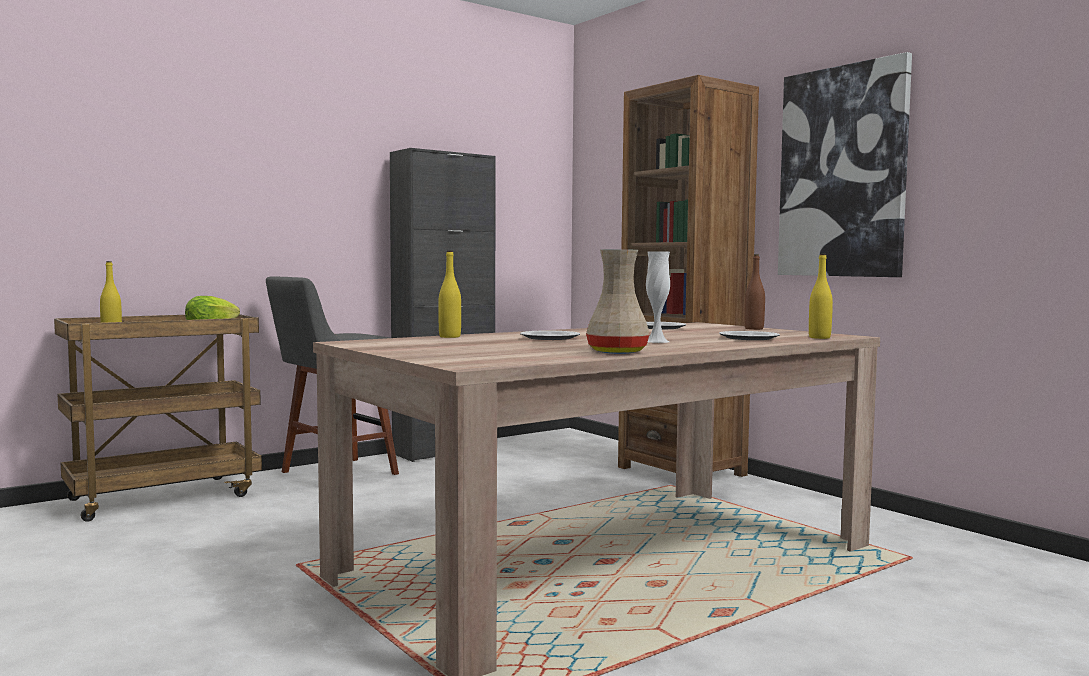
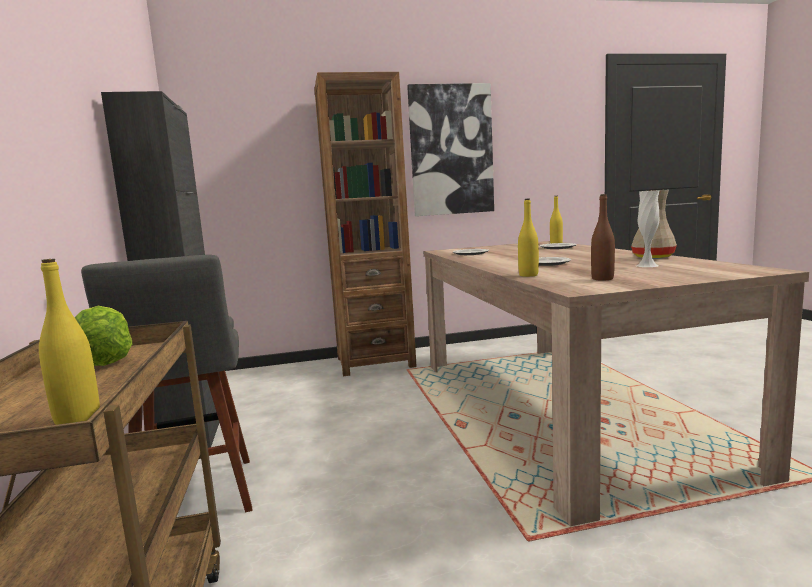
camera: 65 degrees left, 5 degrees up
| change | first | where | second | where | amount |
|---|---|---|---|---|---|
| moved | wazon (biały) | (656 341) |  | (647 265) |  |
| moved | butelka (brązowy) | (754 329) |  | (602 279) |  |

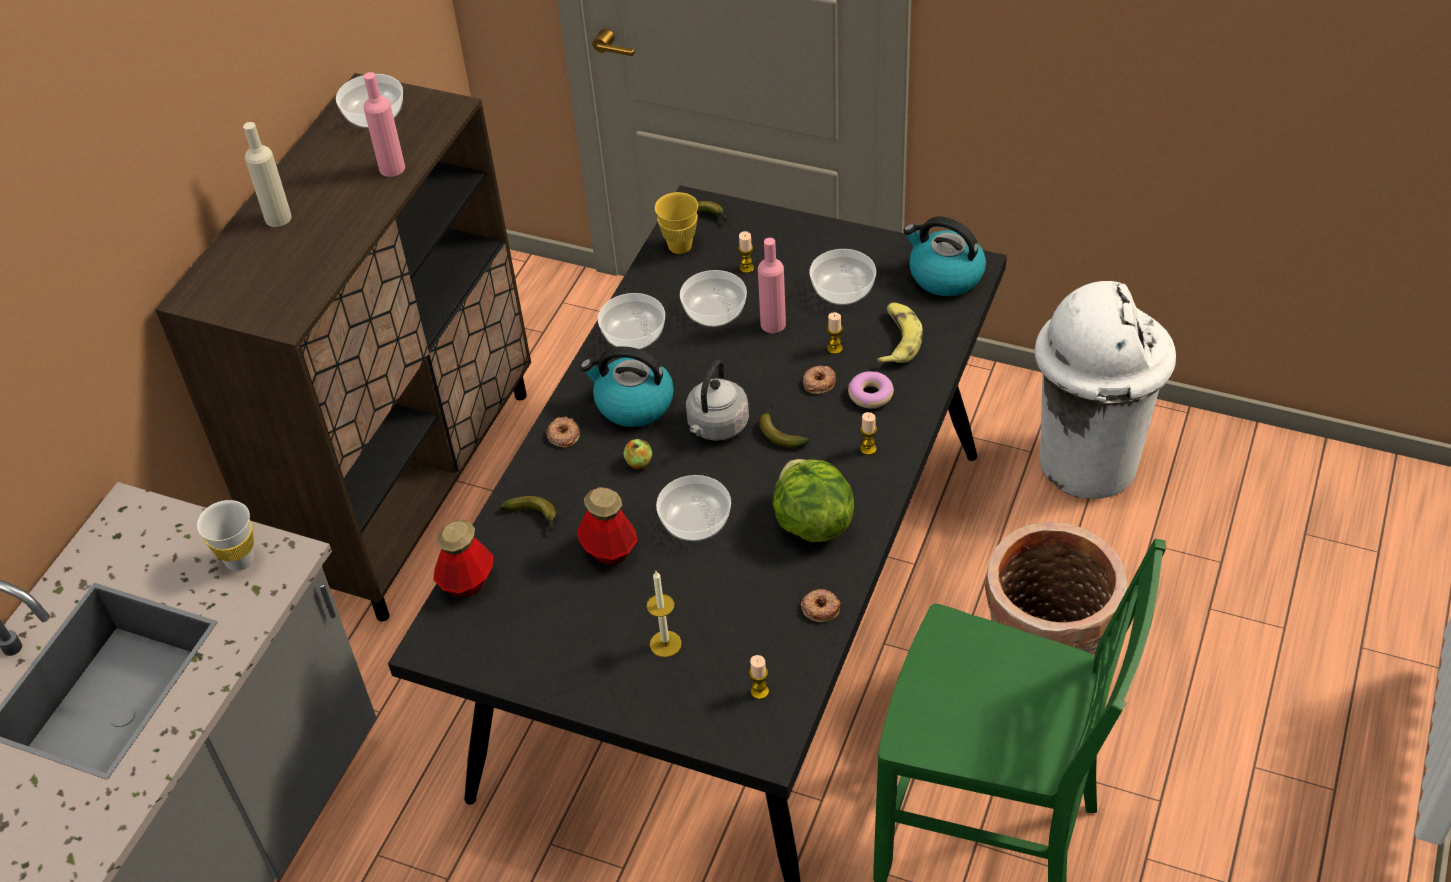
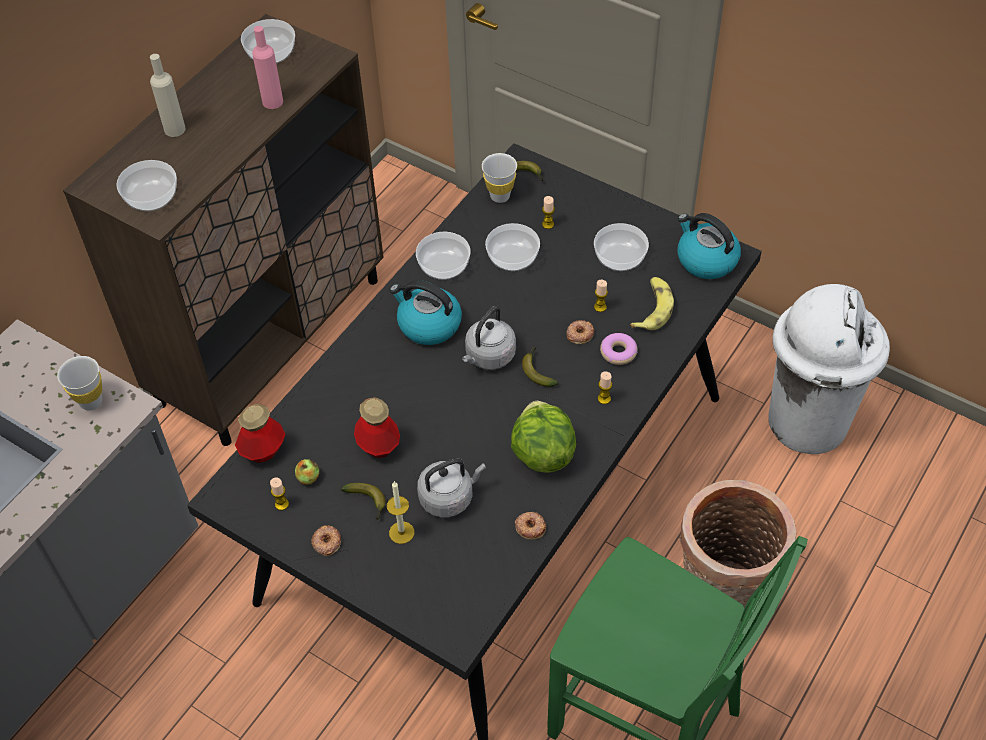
camera: 10 degrees right, 5 degrees up
| change | first | where | second | where | amount |
|---|---|---|---|---|---|
| moved | banan | (534 517) |  | (367 502) |  |
| moved | donut | (563 435) |  | (326 542) |  |
| moved | jabłko | (639 462) |  | (308 478) |  |
| recoloured | filiżanka (żółty) | (680 246) | filiżanka (biały) | (500 196) |  |
| moved | miska | (696 522) |  | (152 198) |  |
| moved | świeca | (759 691) |  | (282 504) |  |
| removed | butelka (różowy) | (773 324) |  |  |  |
| added |  |  | czajnik (szary) | (449 497) |  |

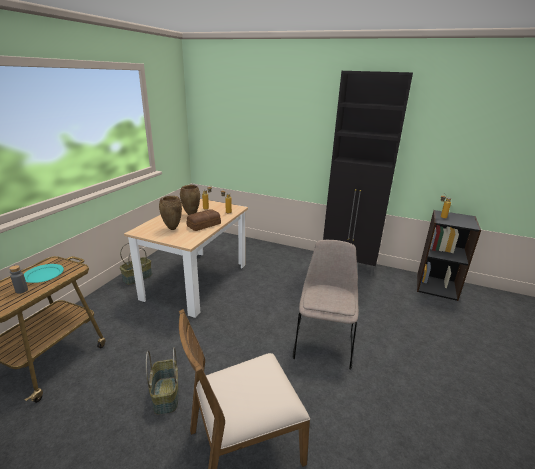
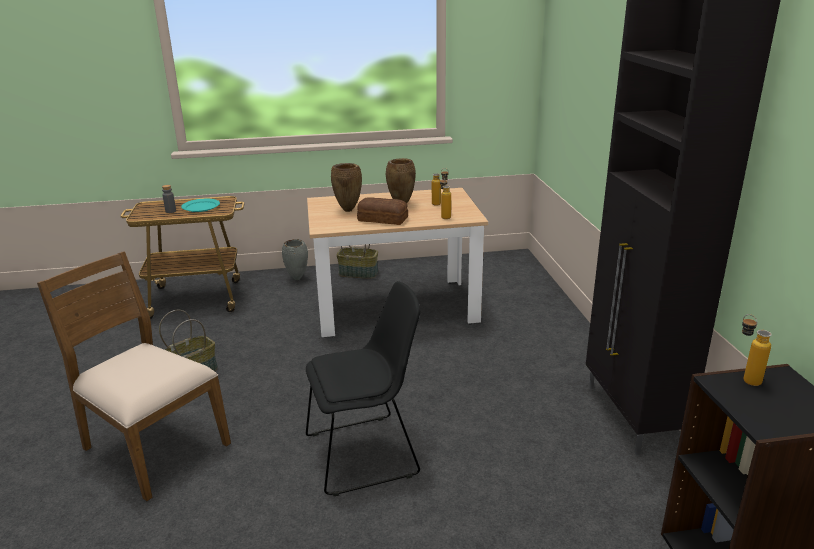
camera: 60 degrees right, 0 degrees up
| change | first | where | second | where | amount |
|---|---|---|---|---|---|
| recoloured | krzesło (beżowy) | (323 343) | krzesło (czarny) | (366 453) |  |
| added |  |  | wazon (szary) | (297 279) |  |

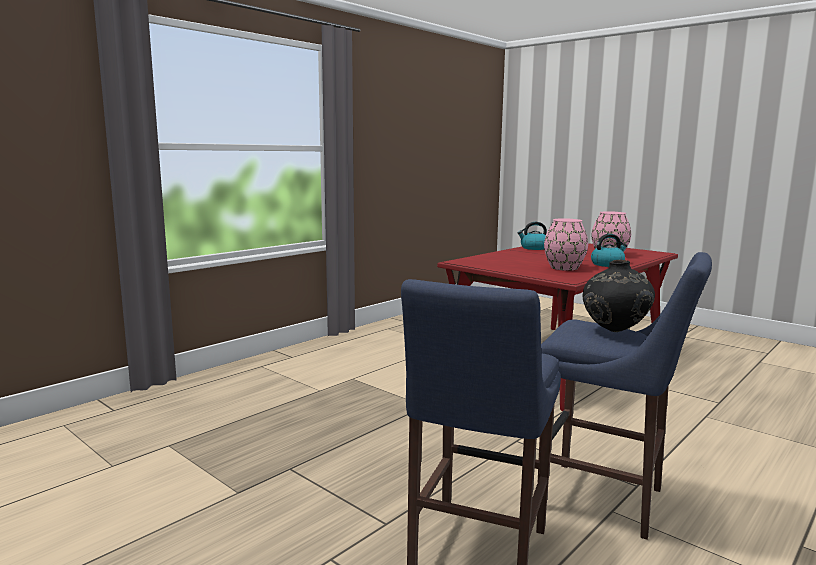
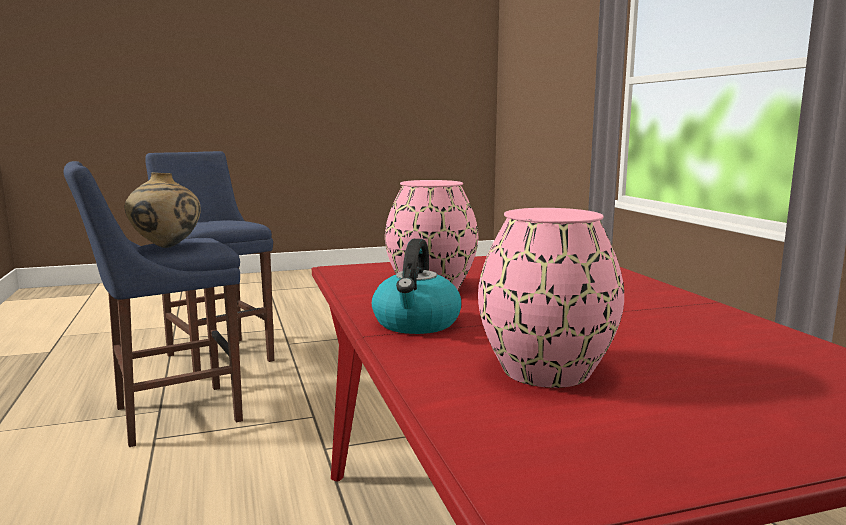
camera: 120 degrees right, 0 degrees up
| change | first | where | second | where | amount |
|---|---|---|---|---|---|
| removed | czajnik | (533 248) |  |  |  |
| recoloured | wazon (czarny) | (615 332) | wazon (beżowy) | (166 247) |  |

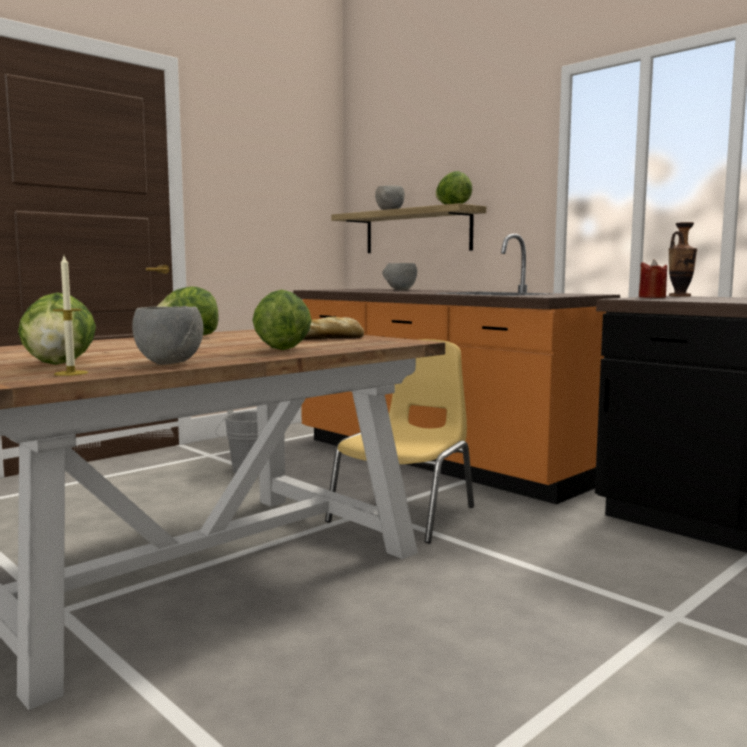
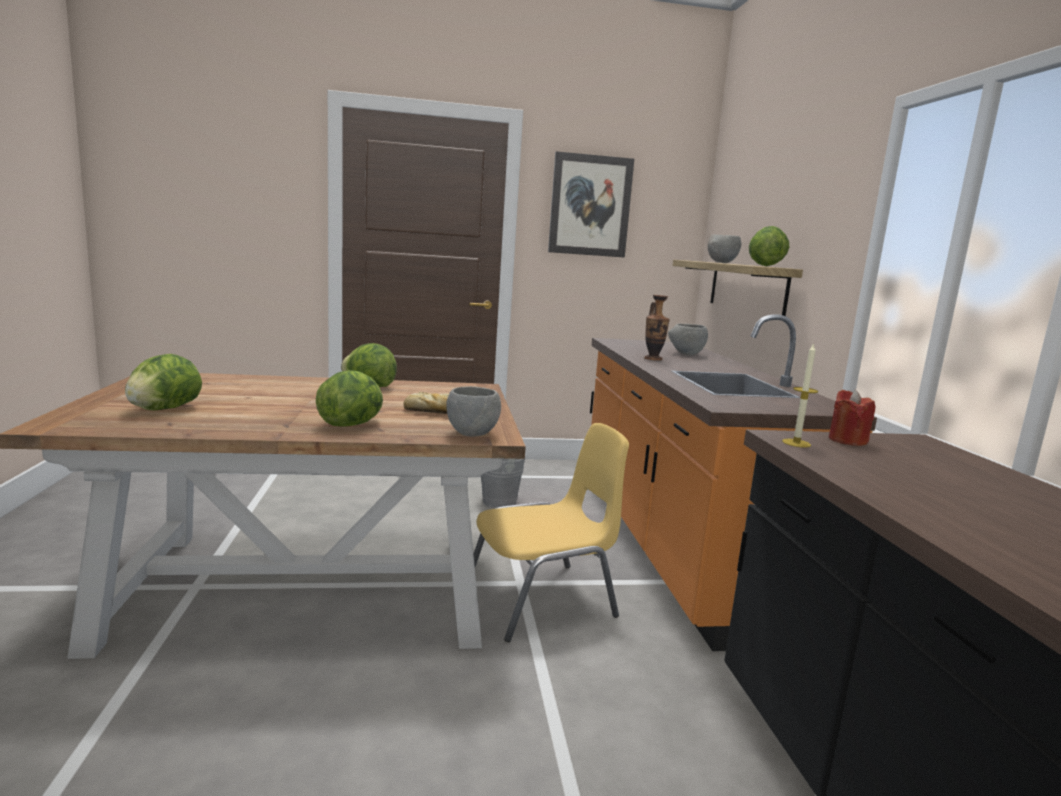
camera: 35 degrees right, 5 degrees up
| change | first | where | second | where | amount |
|---|---|---|---|---|---|
| moved | świeca | (71 373) |  | (796 443) |  |
| moved | miska (szary) | (170 363) |  | (473 434) |  |
| moved | wazon | (679 296) |  | (653 359) |  |
| added |  |  | obraz | (590 206) |  |

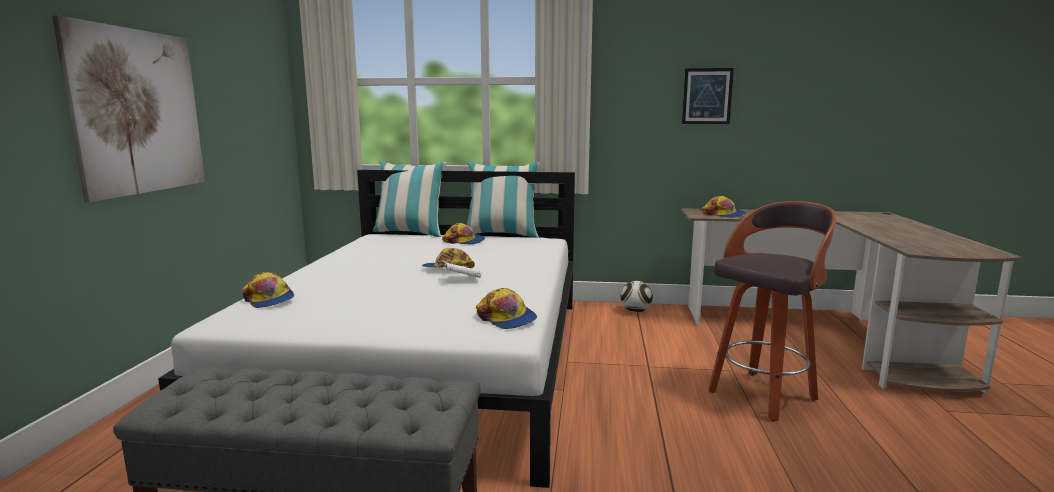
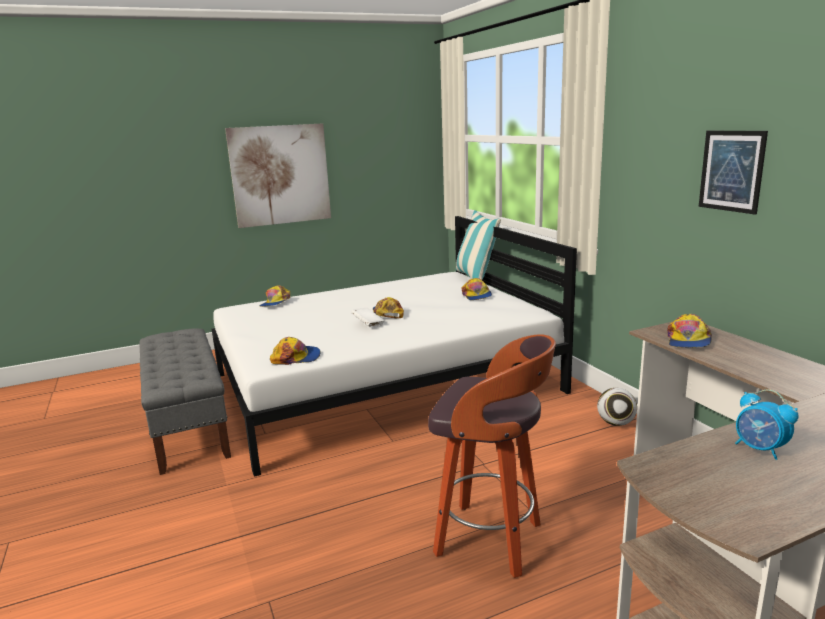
camera: 60 degrees right, 5 degrees up
| change | first | where | second | where | amount |
|---|---|---|---|---|---|
| removed | poduszka | (502 234) |  |  |  |
| turned | czapka z daszkiem | (506 318) |  | (296 357) | 120 degrees counterclockwise |
| added |  |  | budzik | (760 449) |  |

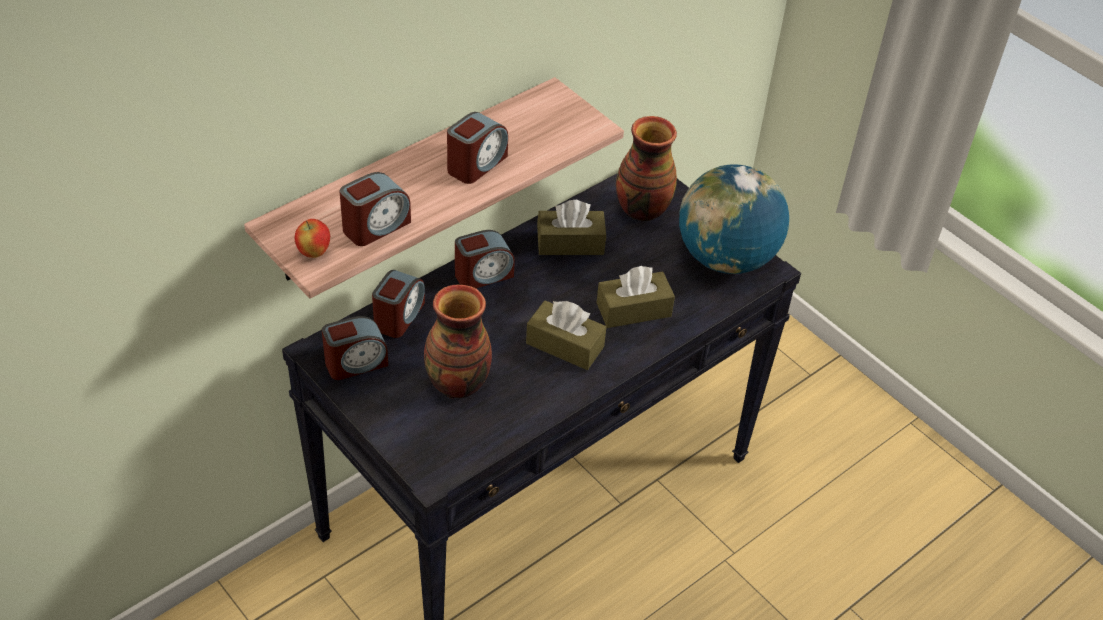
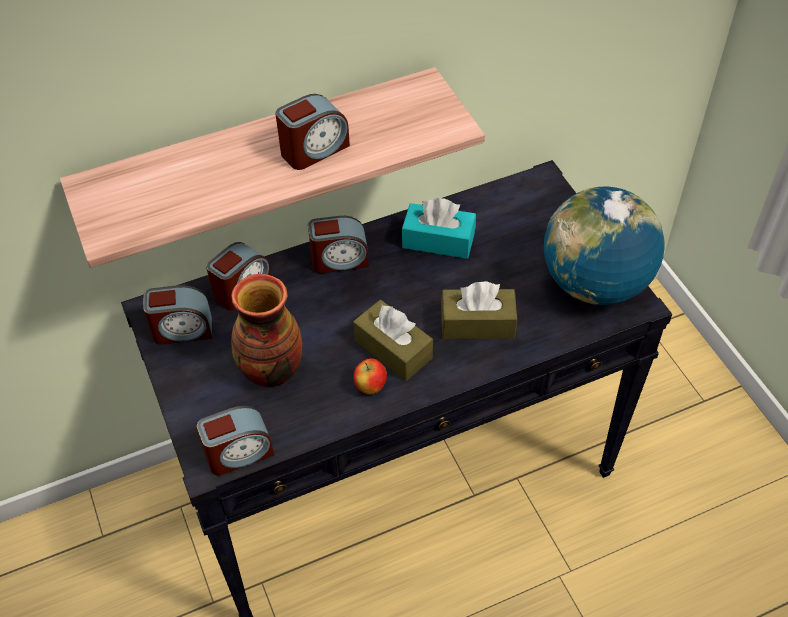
camera: 20 degrees right, 5 degrees up
| change | first | where | second | where | amount |
|---|---|---|---|---|---|
| moved | jabłko | (314 252) |  | (370 387) |  |
| moved | budzik | (375 226) |  | (239 453) |  |
| recoloured | pudełko chusteczek (brązowy) | (570 243) | pudełko chusteczek (turkusowy) | (438 240) |  |
| removed | wazon | (641 209) |  |  |  |

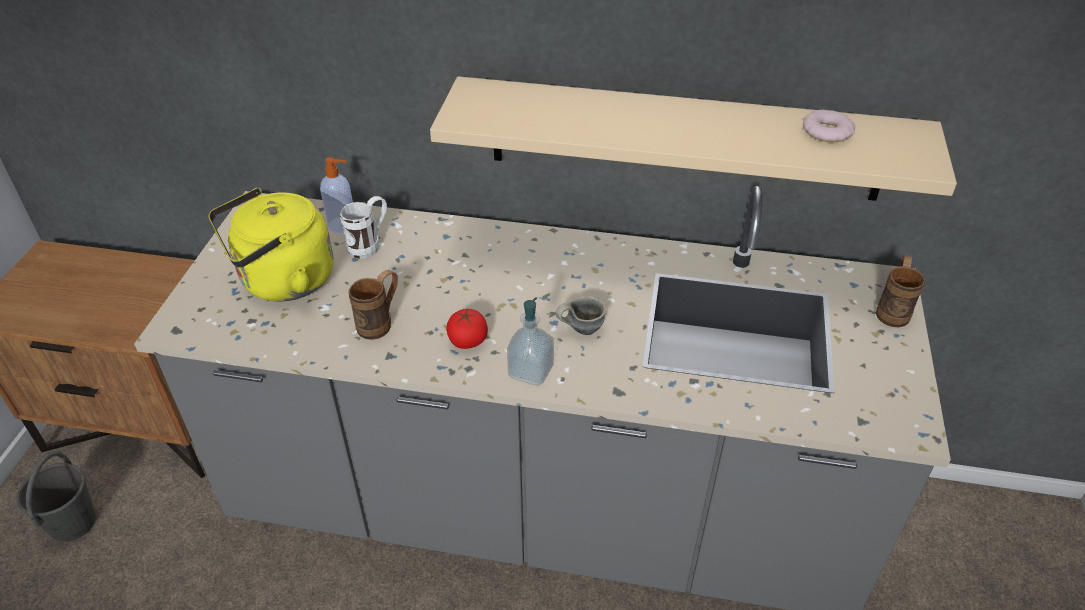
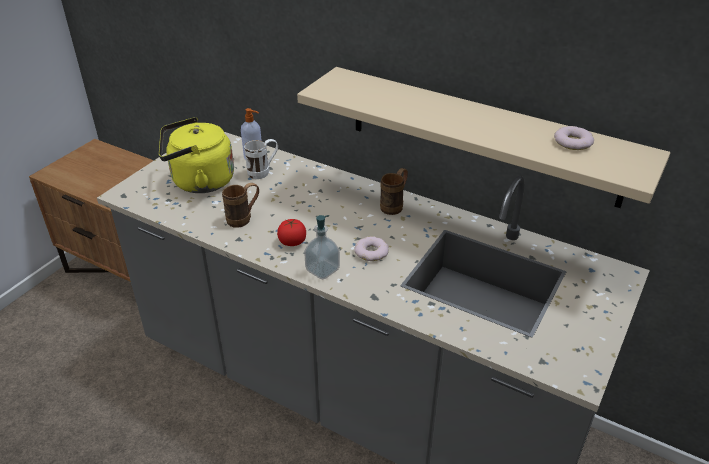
camera: 20 degrees right, 5 degrees down
| change | first | where | second | where | amount |
|---|---|---|---|---|---|
| removed | wiadro (szary) | (73 522) |  |  |  |
| replaced | kubek (szary) | (581 328) | donut | (371 252) |  |
| moved | kubek (brązowy) | (893 310) |  | (395 205) |  |

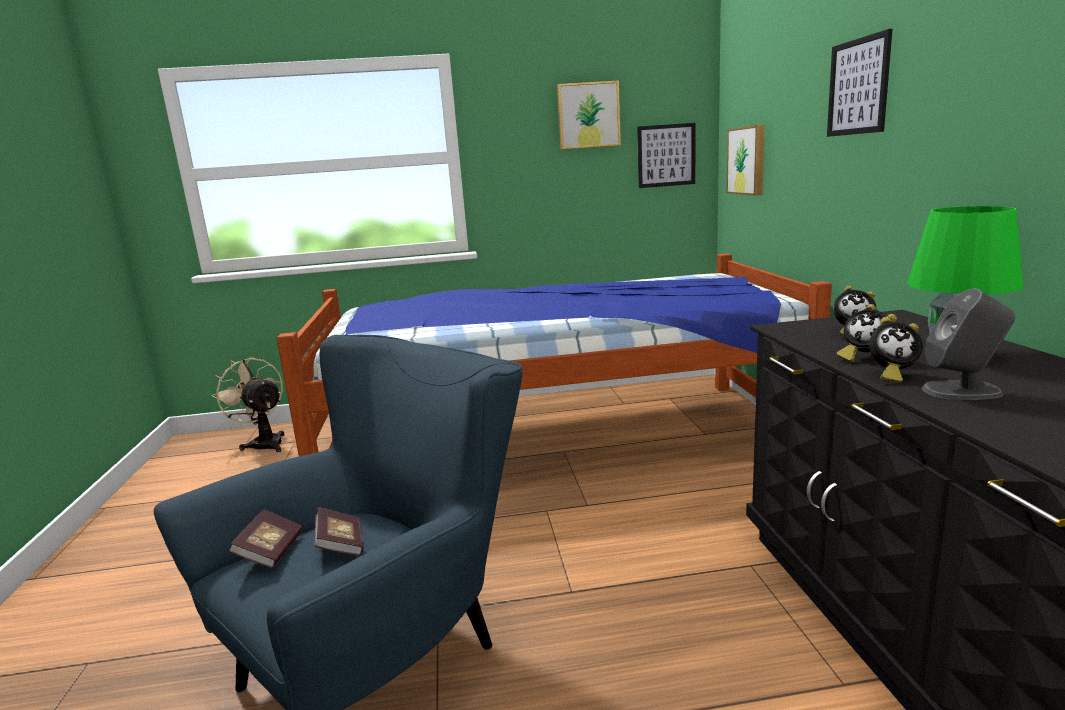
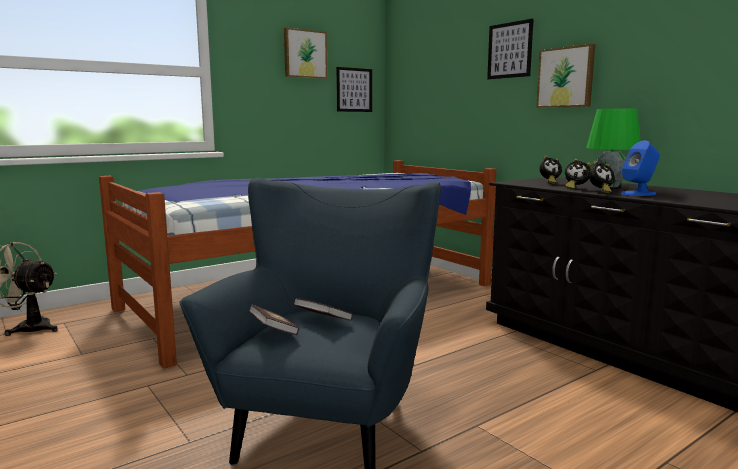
camera: 30 degrees left, 5 degrees down
| change | first | where | second | where | amount |
|---|---|---|---|---|---|
| moved | obraz | (748 160) |  | (566 77) |  |
| recoloured | głośnik (szary) | (962 391) | głośnik (niebieski) | (639 194) |  |

